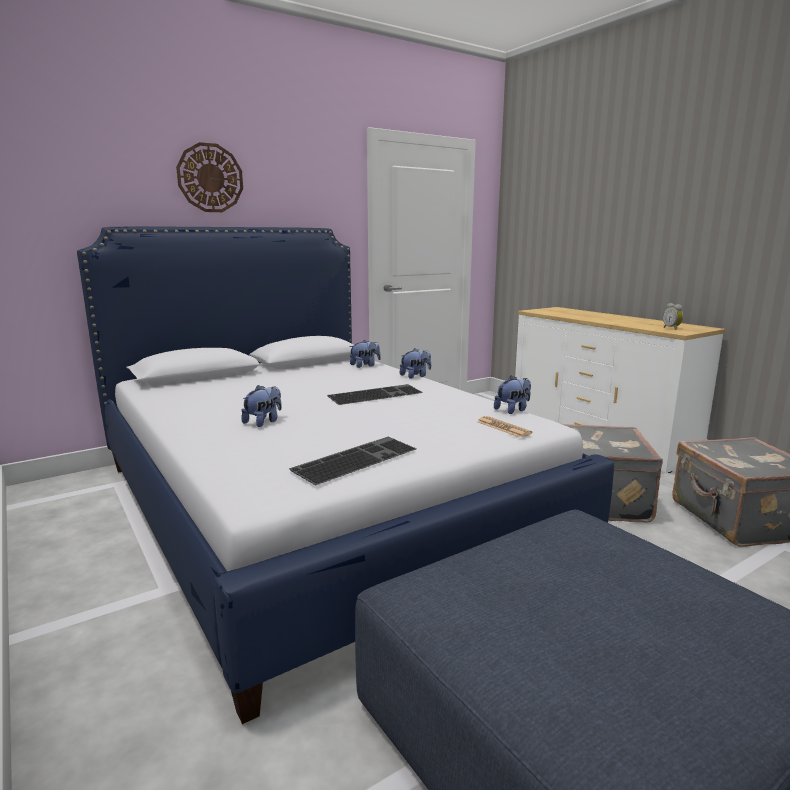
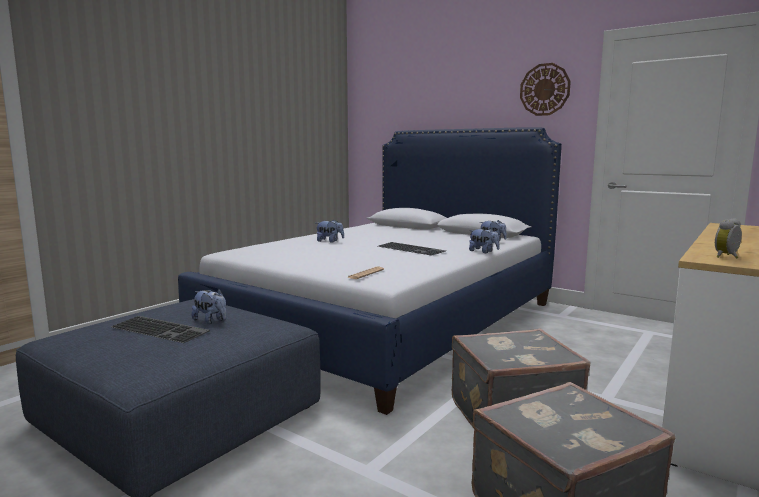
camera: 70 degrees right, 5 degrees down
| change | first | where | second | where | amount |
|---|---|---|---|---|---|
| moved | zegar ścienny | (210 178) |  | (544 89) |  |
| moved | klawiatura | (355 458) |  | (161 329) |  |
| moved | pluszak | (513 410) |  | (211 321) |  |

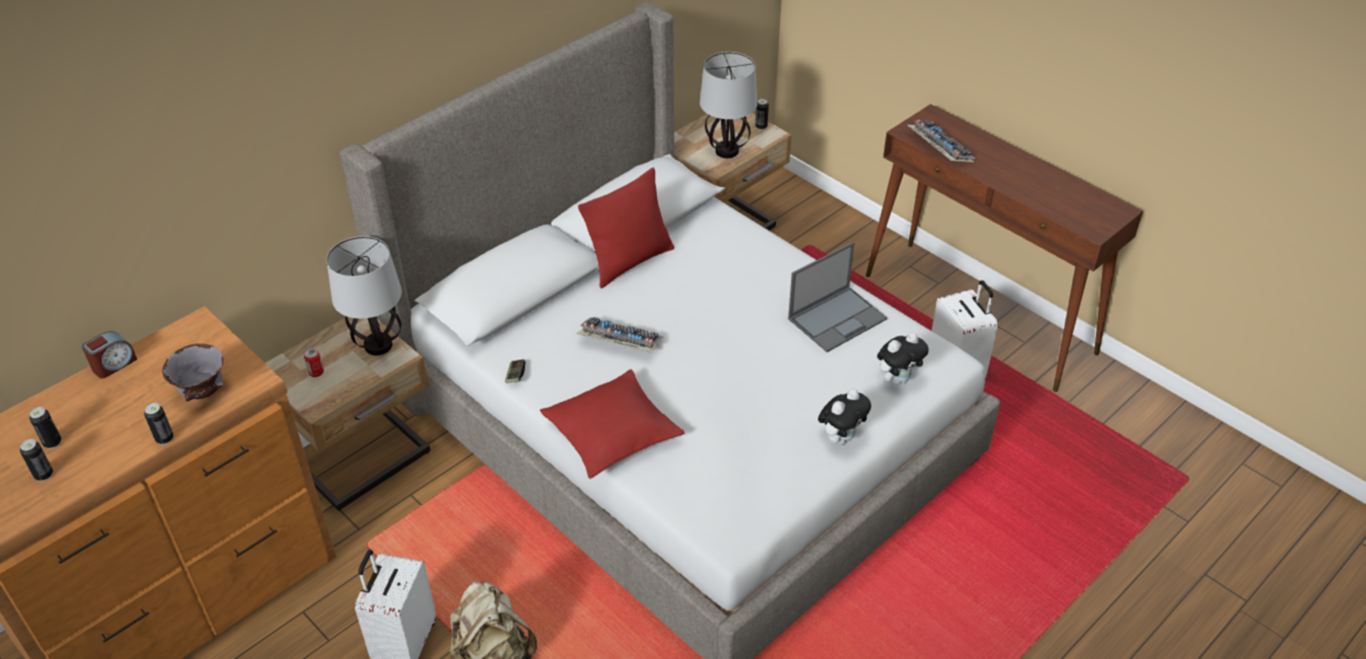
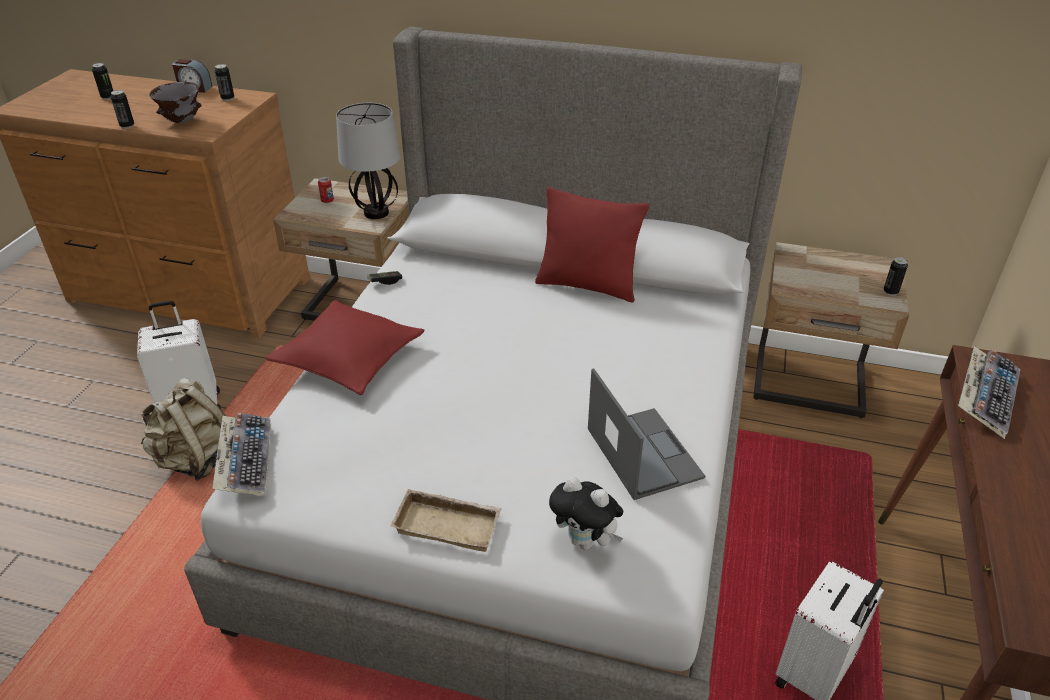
camera: 60 degrees right, 5 degrees down
| change | first | where | second | where | amount |
|---|---|---|---|---|---|
| moved | puszka | (44 475) |  | (227 98) |  |
| moved | klawiatura | (619 342) |  | (245 460) |  |
| removed | lampa stołowa | (727 151) |  |  |  |
| turned | laptop | (837 318) |  | (642 452) | 135 degrees counterclockwise |
| replaced | pluszak | (841 437) | taca (beżowy) | (449 524) |  |

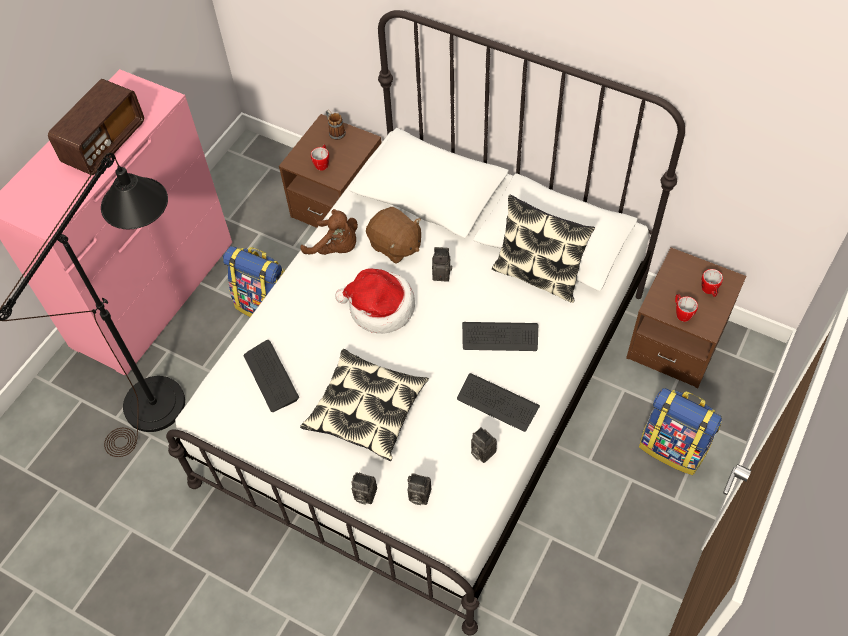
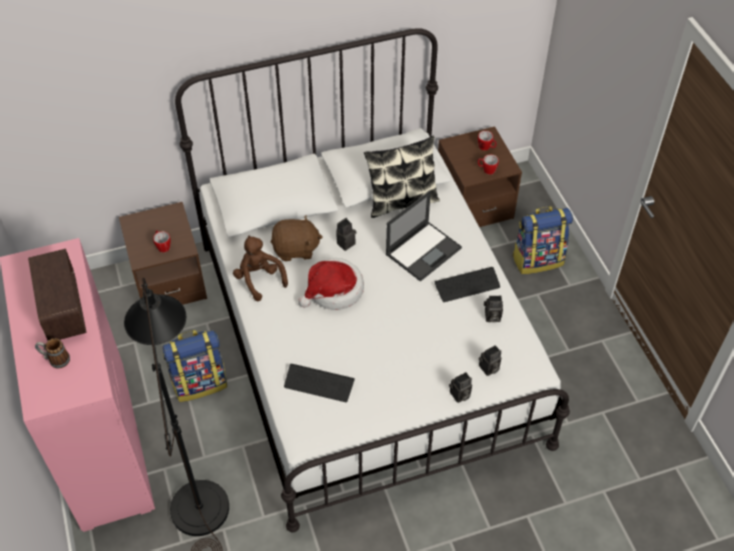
camera: 50 degrees left, 5 degrees down
| change | first | where | second | where | amount |
|---|---|---|---|---|---|
| turned | pluszak (brązowy) | (336 248) |  | (259 279) | 105 degrees counterclockwise |
| removed | poduszka | (366 410) |  |  |  |
| moved | kubek | (335 132) |  | (55 360) |  |
| replaced | klawiatura | (500 337) | laptop | (424 250) |  |

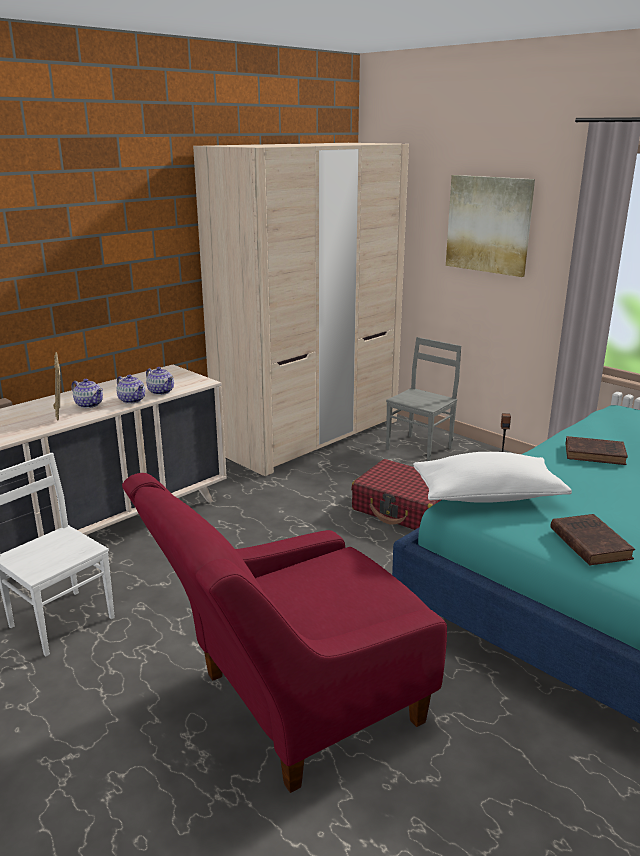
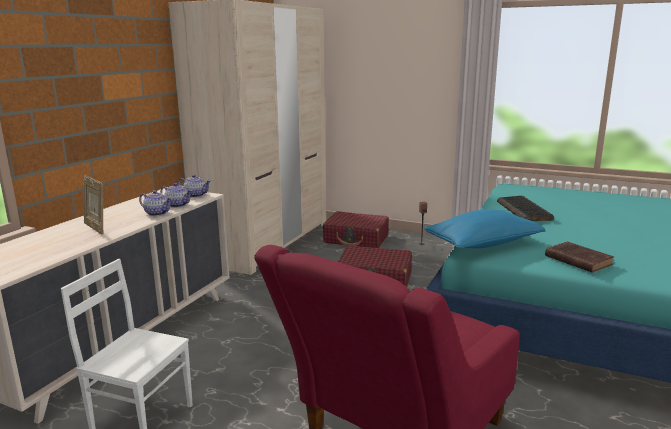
camera: 20 degrees left, 5 degrees down
| change | first | where | second | where | amount |
|---|---|---|---|---|---|
| moved | imbryk | (89 404) |  | (195 195) |  |
| replaced | krzesło (szary) | (420 448) | walizka (czerwony) | (356 239) |  |
| recoloured | poduszka (biały) | (487 496) | poduszka (niebieski) | (482 244) |  |
| removed | obraz | (489 224) |  |  |  |
| replaced | książka (brązowy) | (596 454) | klawiatura | (524 210) |  |

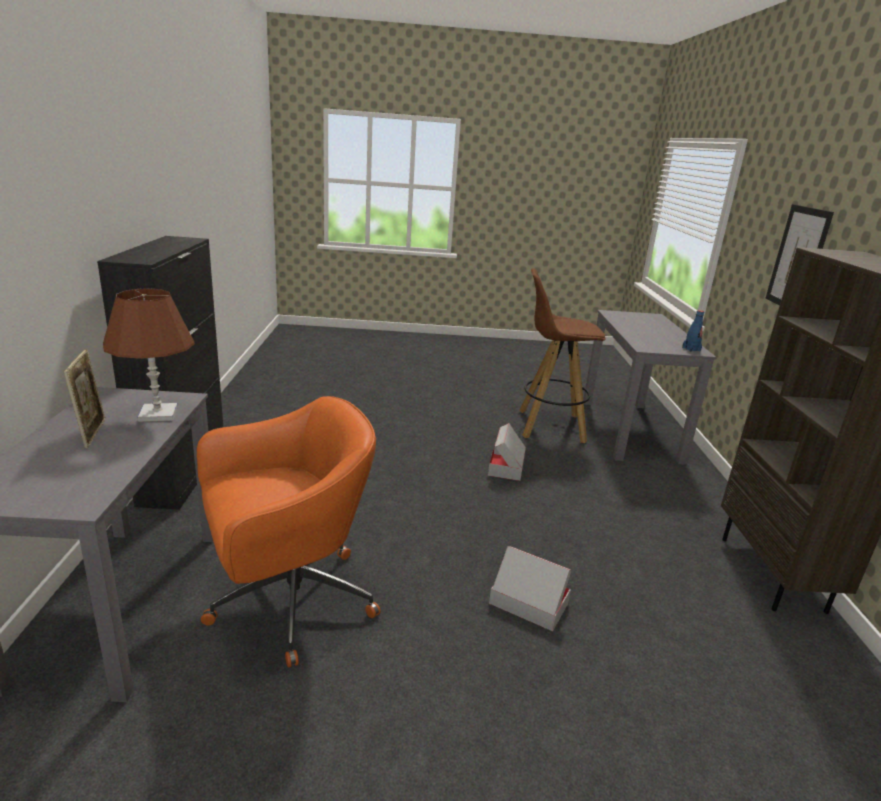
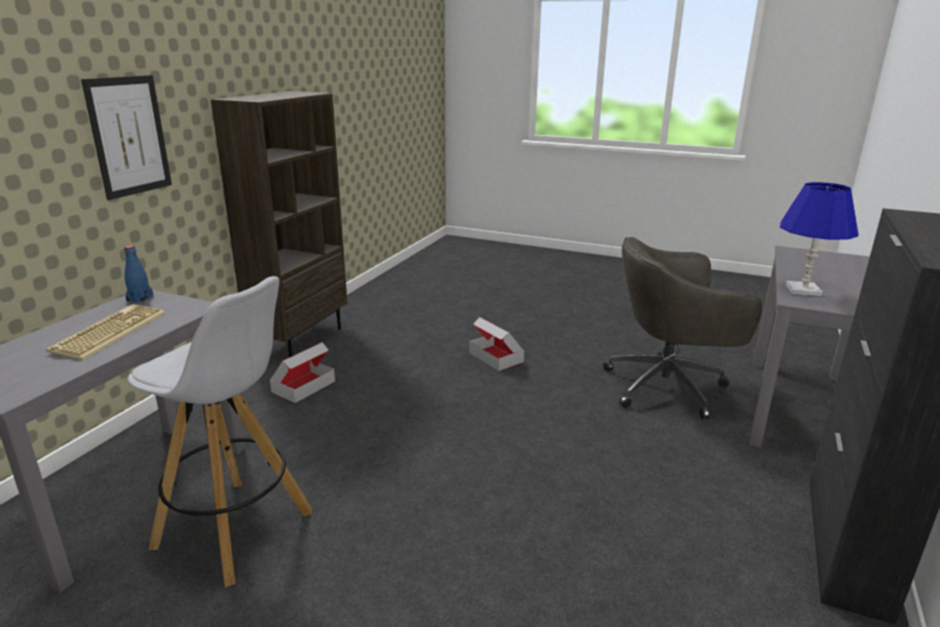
camera: 155 degrees left, 0 degrees up
| change | first | where | second | where | amount |
|---|---|---|---|---|---|
| removed | ramka na zdjęcie | (92 433) |  |  |  |
| recoloured | lampa stołowa (brązowy) | (158 414) | lampa stołowa (niebieski) | (803 290) |  |
| recoloured | krzesło biurowe (pomarańczowy) | (288 601) | krzesło biurowe (szary) | (668 386) |  |
| moved | karton | (506 466) |  | (303 386) |  |
| recoloured | stołek (brązowy) | (549 426) | stołek (biały) | (236 530) |  |
| added |  |  | klawiatura | (109 331) |  |

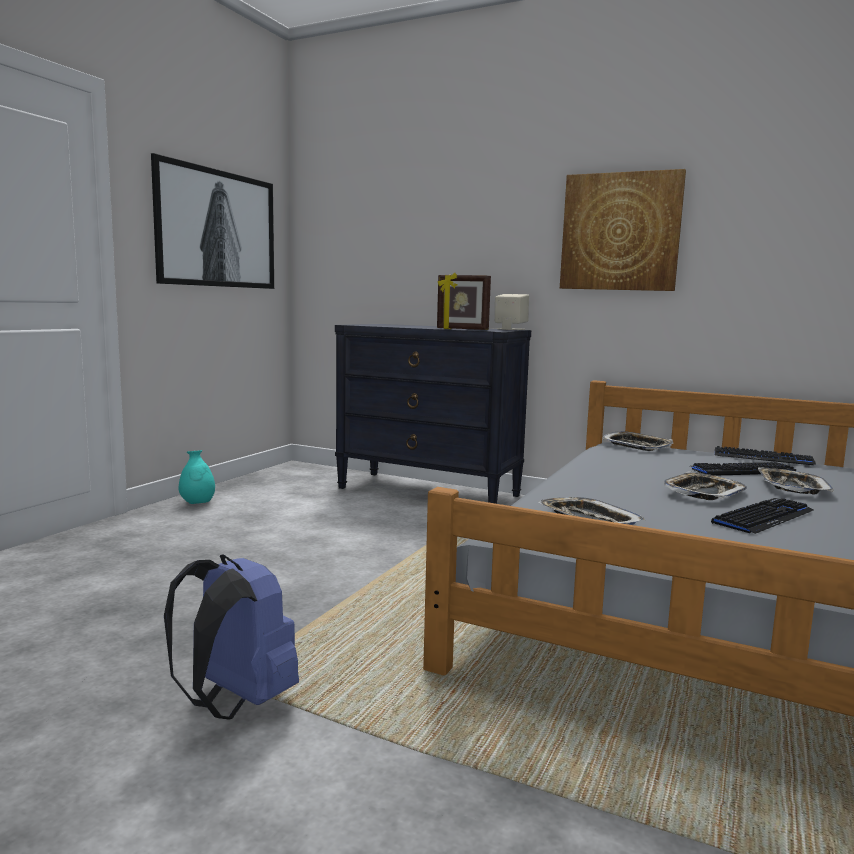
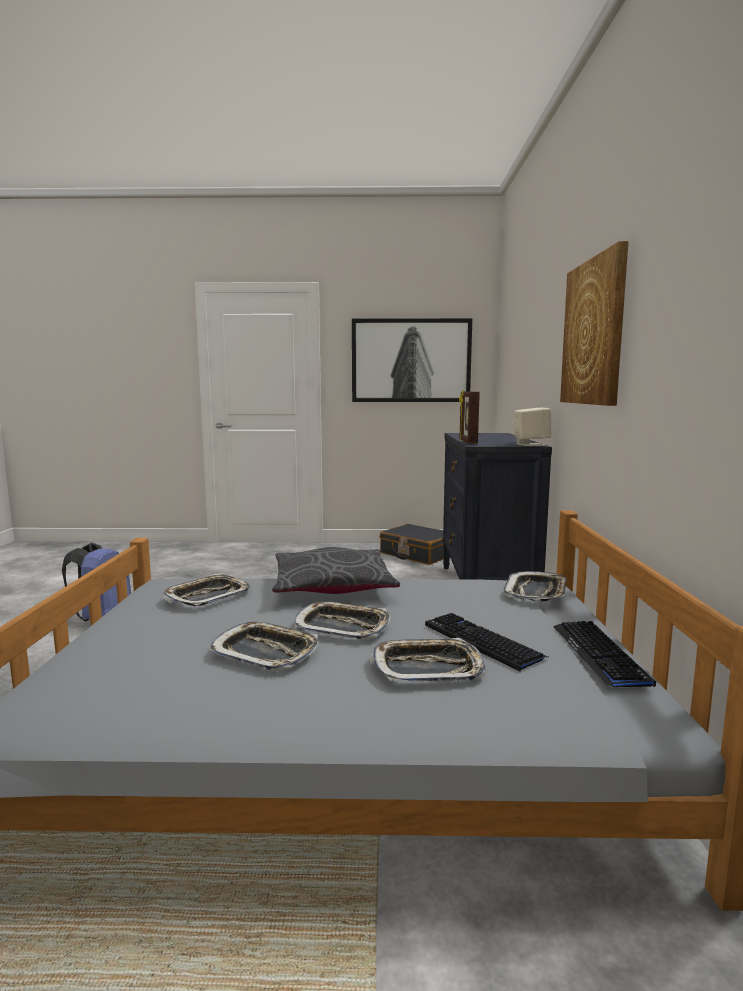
camera: 65 degrees right, 0 degrees up
| change | first | where | second | where | amount |
|---|---|---|---|---|---|
| removed | wazon (turkusowy) | (197 503) |  |  |  |
| replaced | klawiatura | (763 517) | taca | (265 652) |  |
| added |  |  | poduszka (szary) | (332 585) |  |
| added |  |  | walizka (czarny) | (417 554) |  |

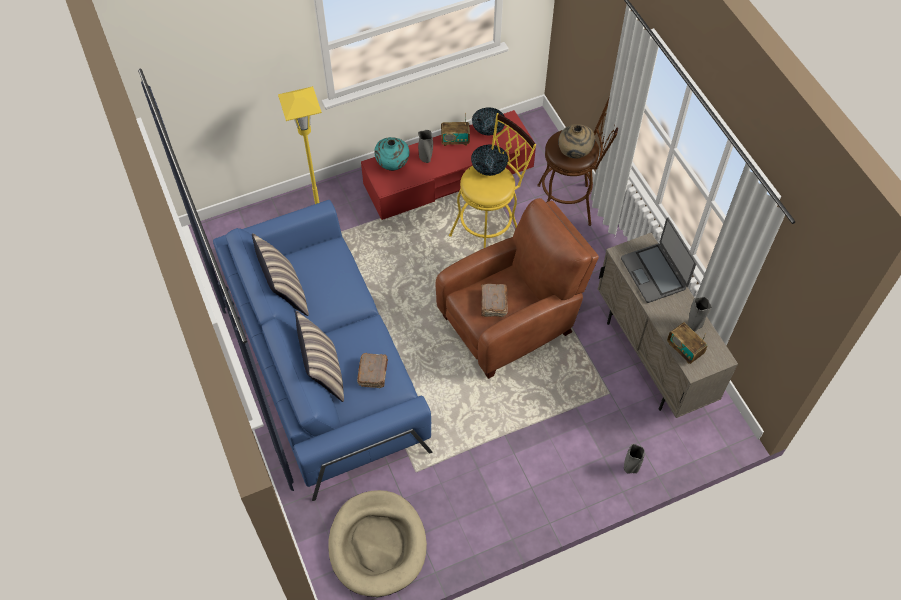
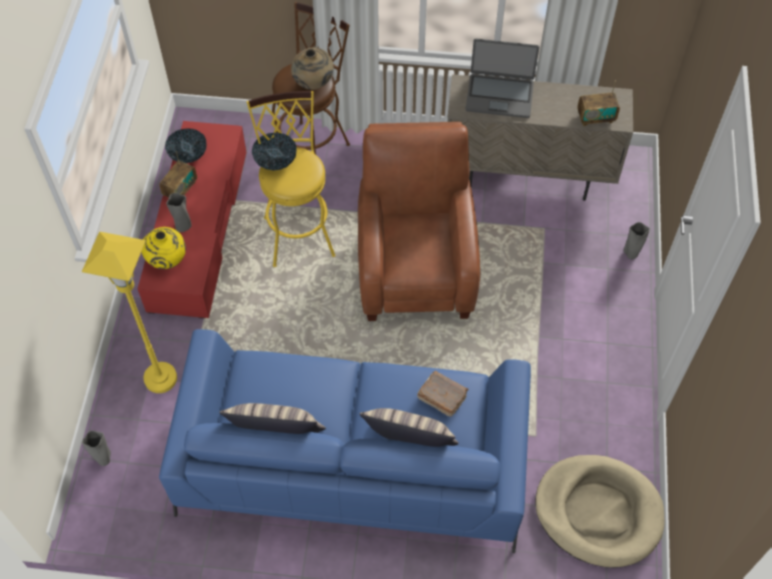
camera: 60 degrees left, 0 degrees up
| change | first | where | second | where | amount |
|---|---|---|---|---|---|
| recoloured | wazon (turkusowy) | (393 165) | wazon (żółty) | (167 261) |  |
| removed | książka (brązowy) | (493 304) |  |  |  |
| moved | wazon (szary) | (693 326) |  | (103 459) |  |

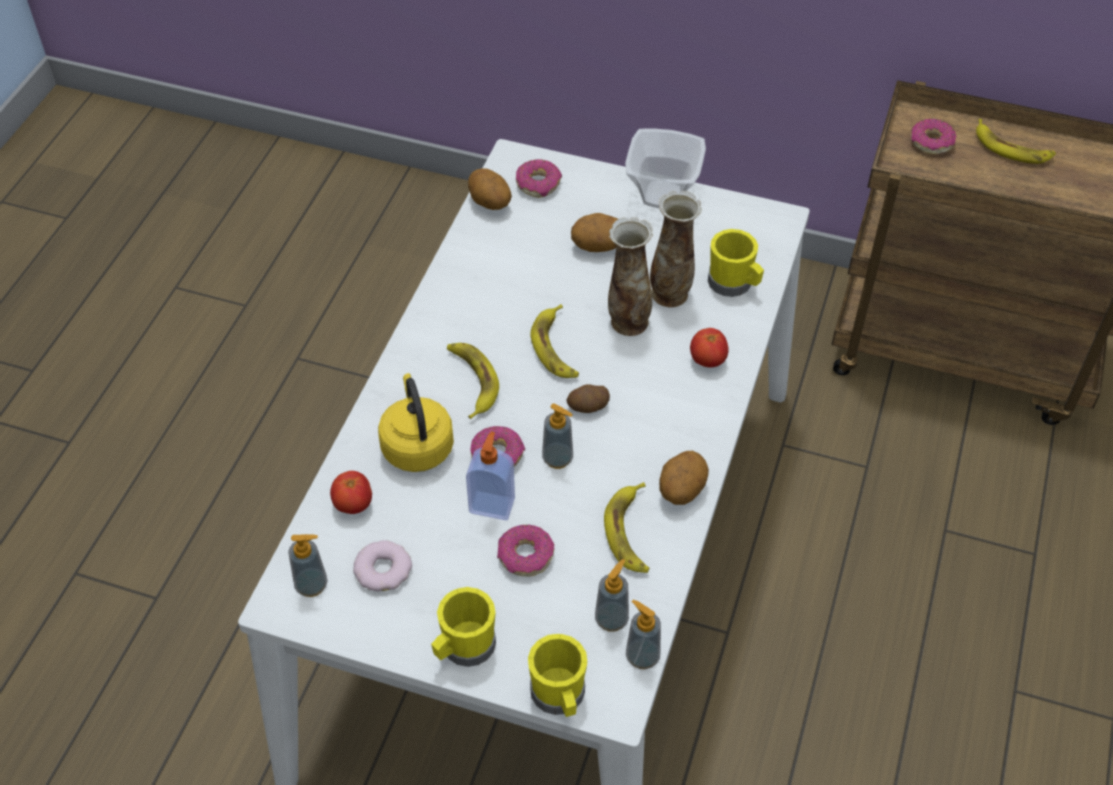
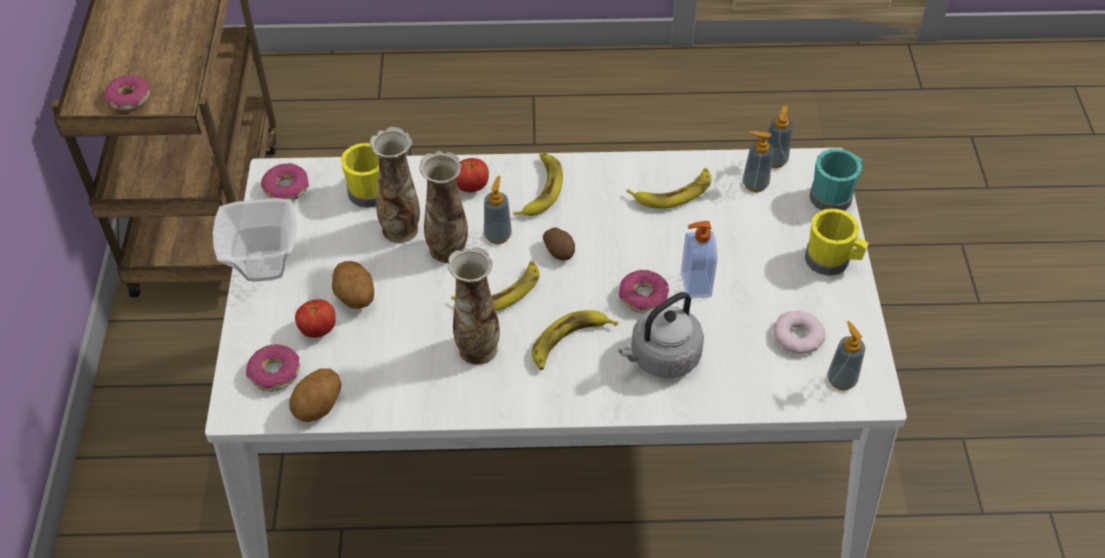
camera: 110 degrees left, 0 degrees up
| change | first | where | second | where | amount |
|---|---|---|---|---|---|
| moved | pomidor | (353 504) |  | (318 329) |  |
| recoloured | czajnik (żółty) | (417 445) | czajnik (szary) | (661 358) |  |
| moved | donut | (525 556) |  | (286 189) |  |
| recoloured | kubek (żółty) | (559 696) | kubek (turkusowy) | (834 196) |  |
| moved | dozownik mydła | (557 458) |  | (497 235) |  |
| removed | ziemniak | (681 490) |  |  |  |
| moved | banan | (1011 148) |  | (540 189) |  |
| added |  |  | wazon | (477 348) |  |

